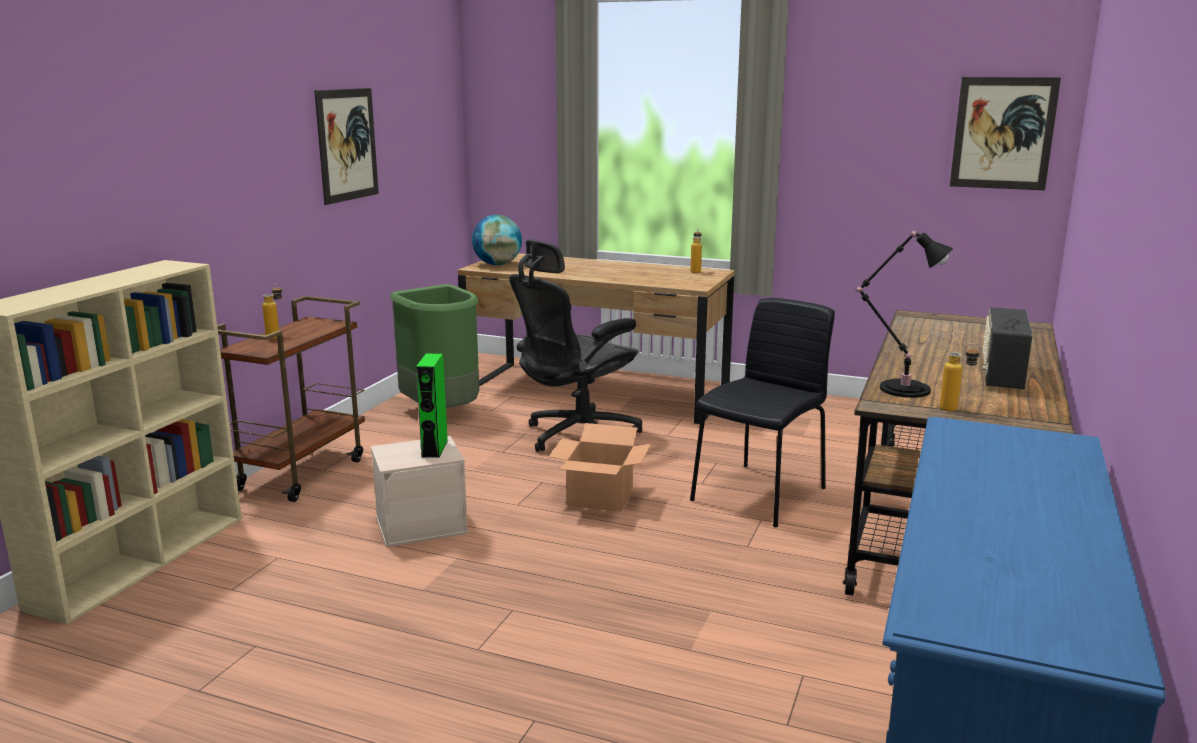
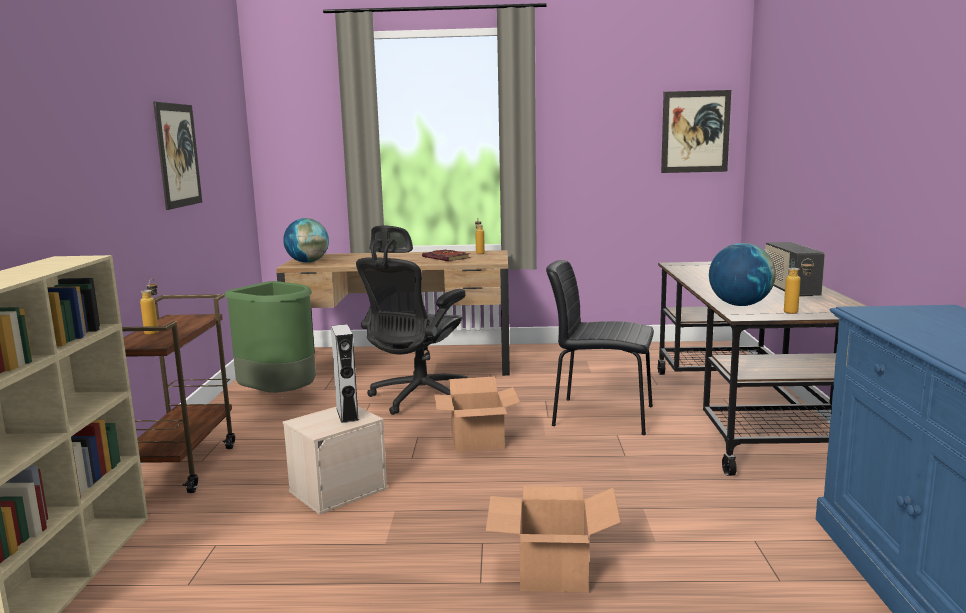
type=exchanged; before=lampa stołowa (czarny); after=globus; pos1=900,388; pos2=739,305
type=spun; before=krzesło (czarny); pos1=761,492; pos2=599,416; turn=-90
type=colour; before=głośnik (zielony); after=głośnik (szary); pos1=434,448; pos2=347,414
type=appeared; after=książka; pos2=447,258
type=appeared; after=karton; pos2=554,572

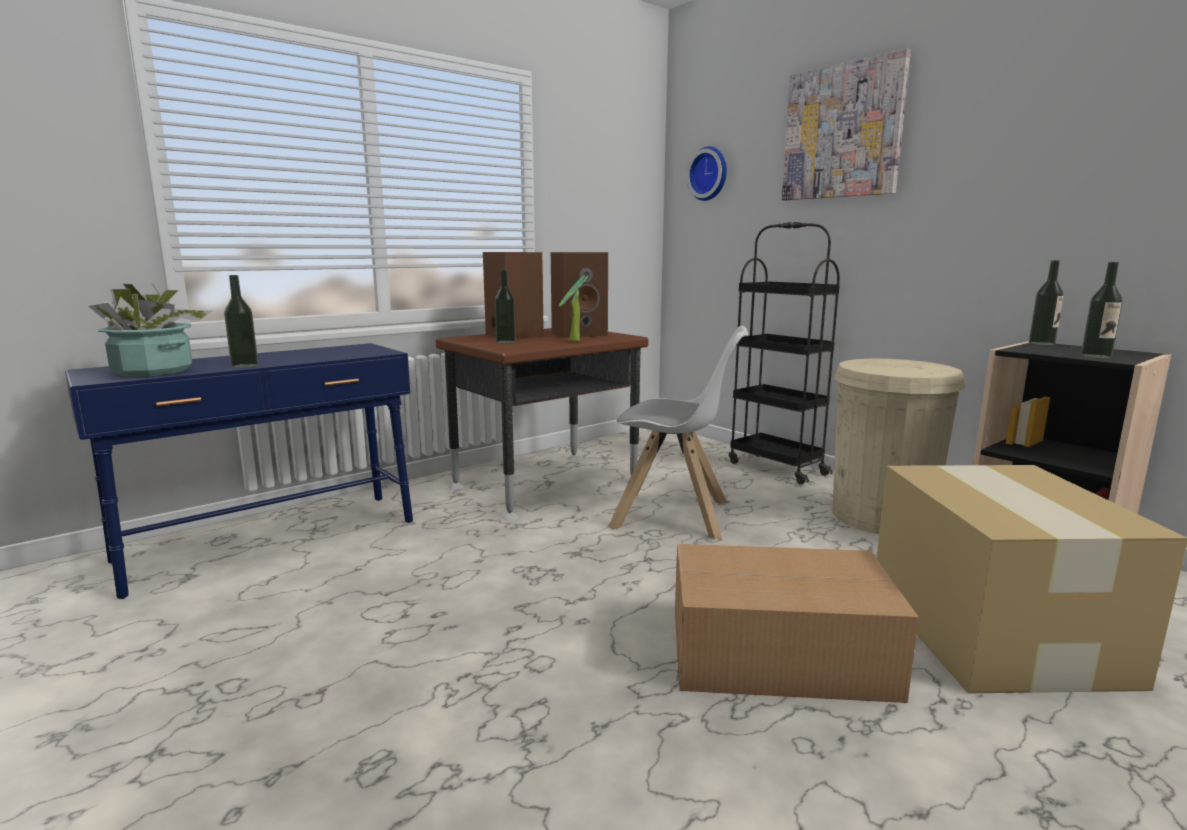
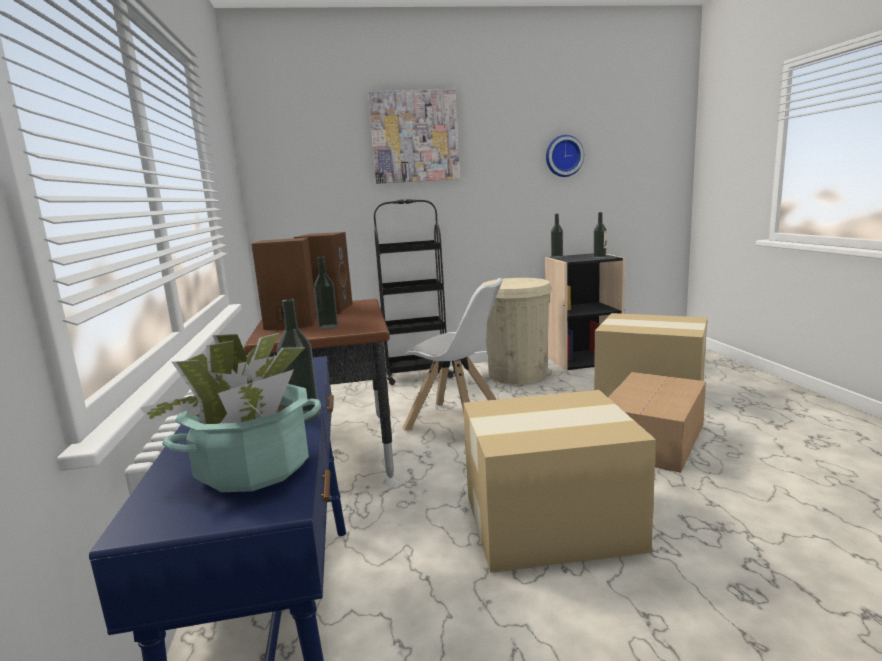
type=relocated; before=zegar ścienny; pos1=709,174; pos2=563,156
type=missing; before=roślina doniczkowa; pos1=573,341
type=spun; before=krzesło; pos1=674,515; pos2=458,422; turn=75
type=appeared; after=karton; pos2=547,521

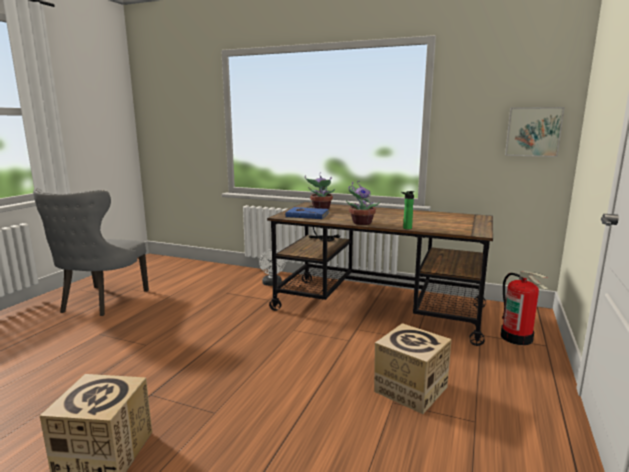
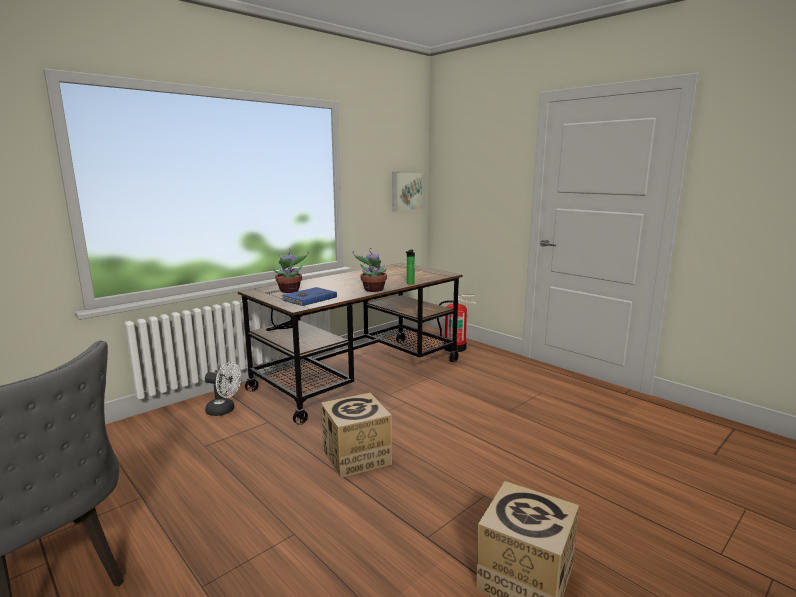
type=relocated; before=karton; pos1=410,389; pos2=356,457

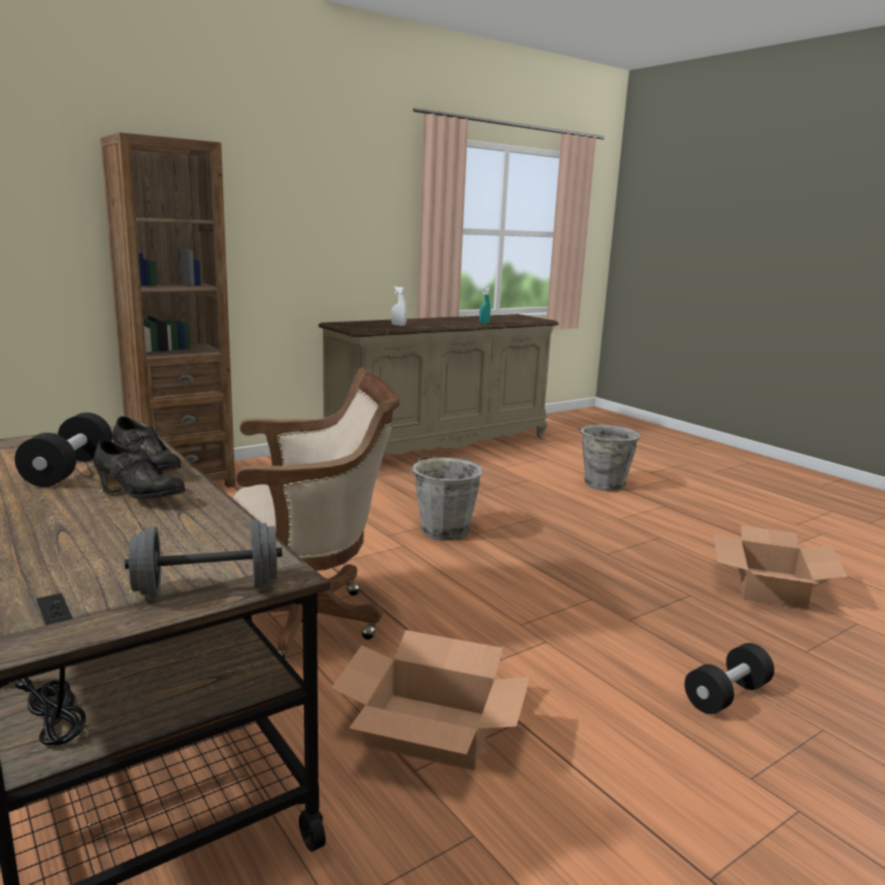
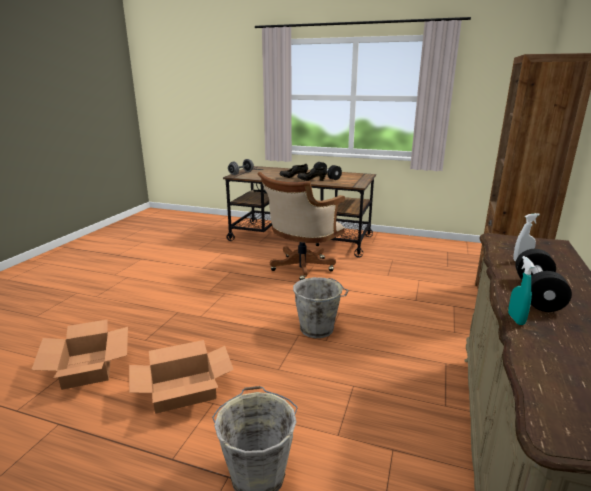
type=relocated; before=karton; pos1=430,730; pos2=183,391
type=relocated; before=hantel (czarny); pos1=726,695; pos2=537,294

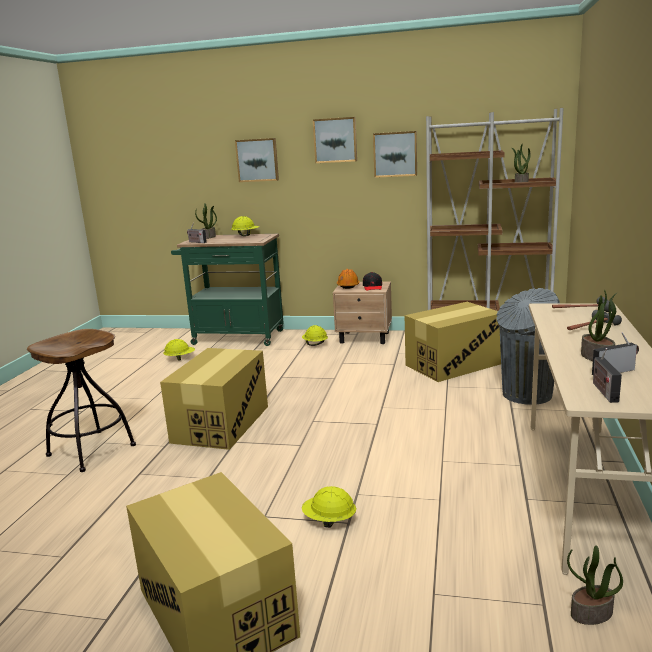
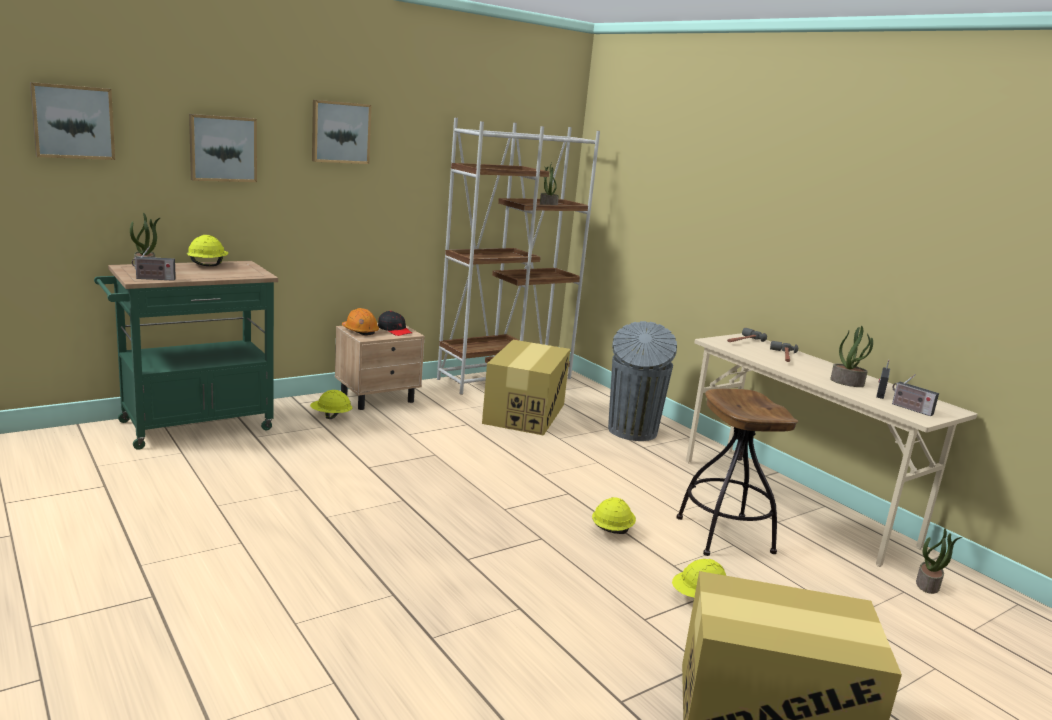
type=relocated; before=obraz; pos1=395,154; pos2=73,122
type=relocated; before=stołek (brązowy); pos1=92,450; pos2=724,534
type=relocated; before=kask (żółty); pos1=180,358; pos2=611,530
type=missing; before=karton; pos1=221,424

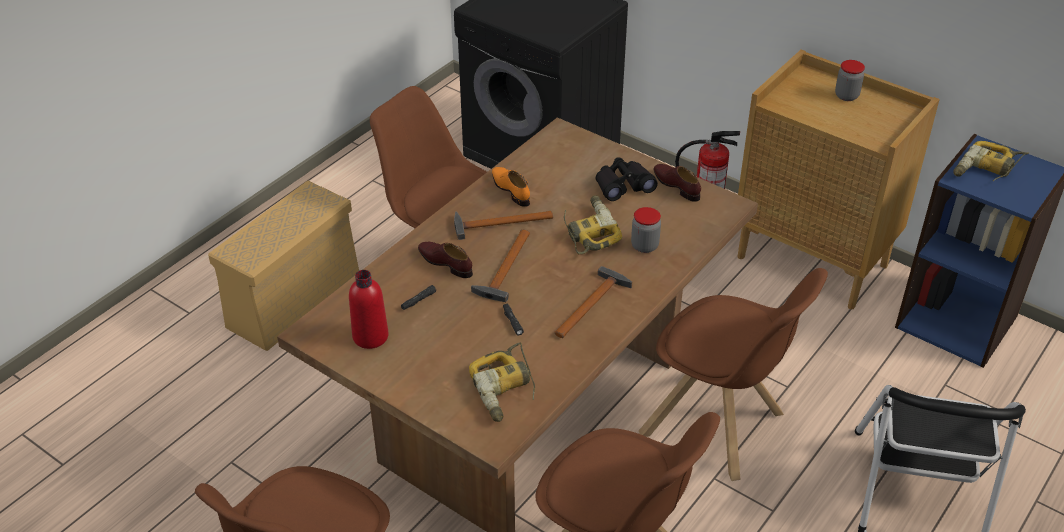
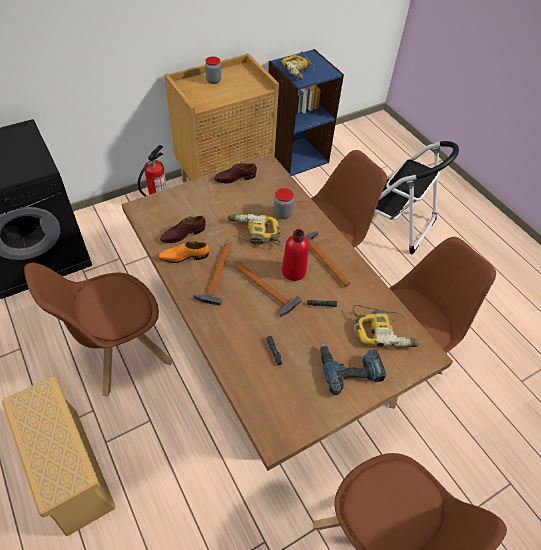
type=missing; before=lornetka (czarny); pos1=623,186
type=relocated; before=but (brązowy); pos1=445,263; pos2=183,234
type=relocated; before=butelka (czerwony); pos1=370,336; pos2=293,271
type=appeared; after=wiertarka; pos2=350,367

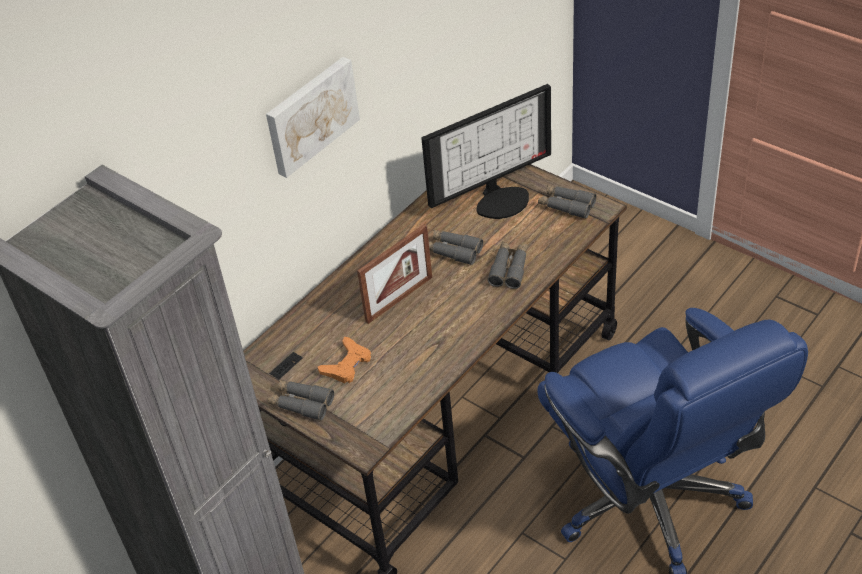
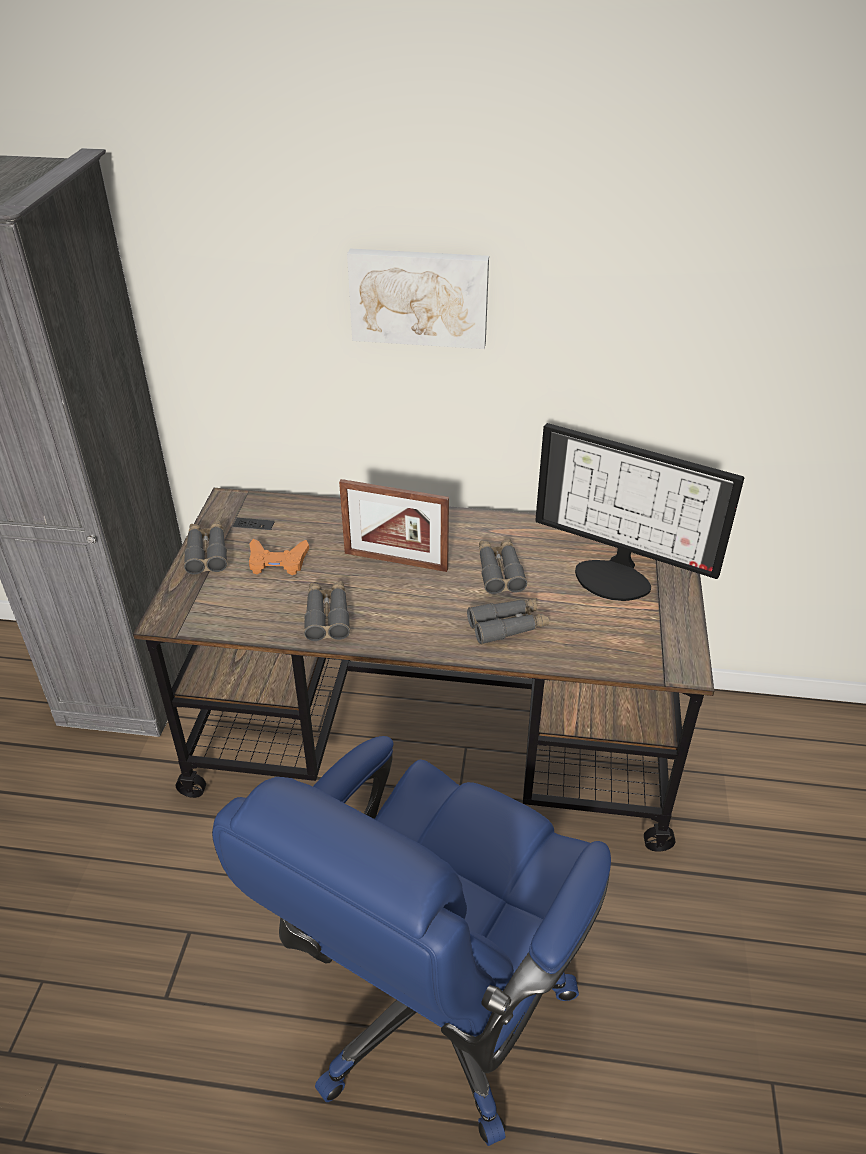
type=relocated; before=lornetka (szary); pos1=566,205; pos2=327,616

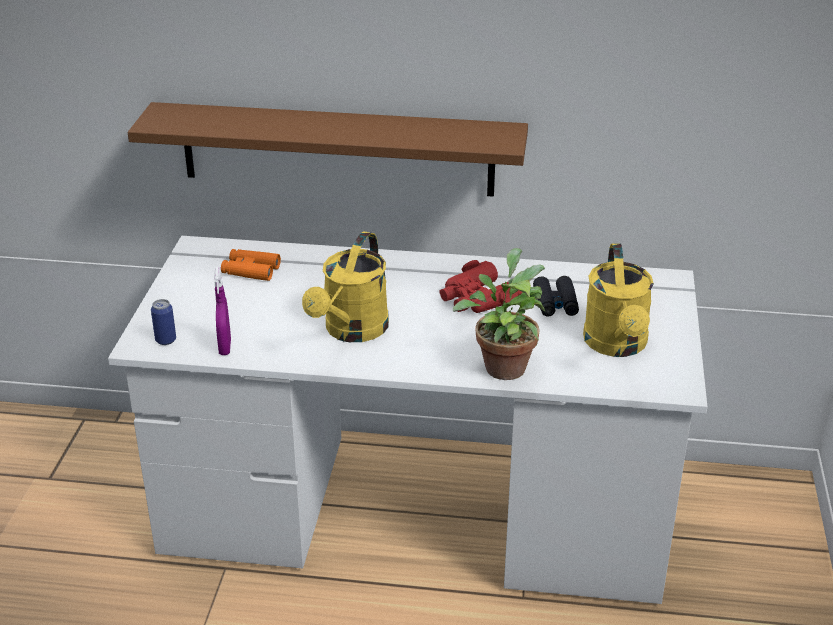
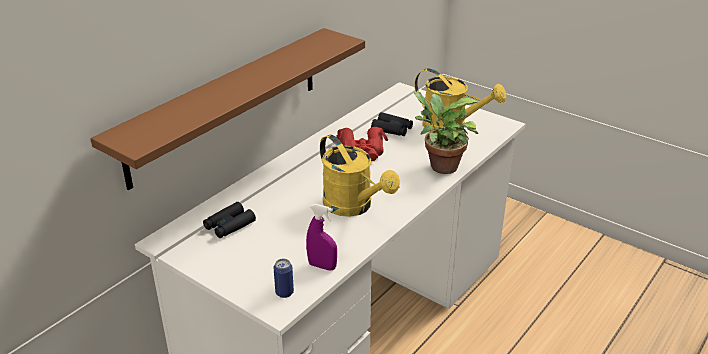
type=colour; before=lornetka (pomarańczowy); after=lornetka (czarny); pos1=251,270; pos2=229,225

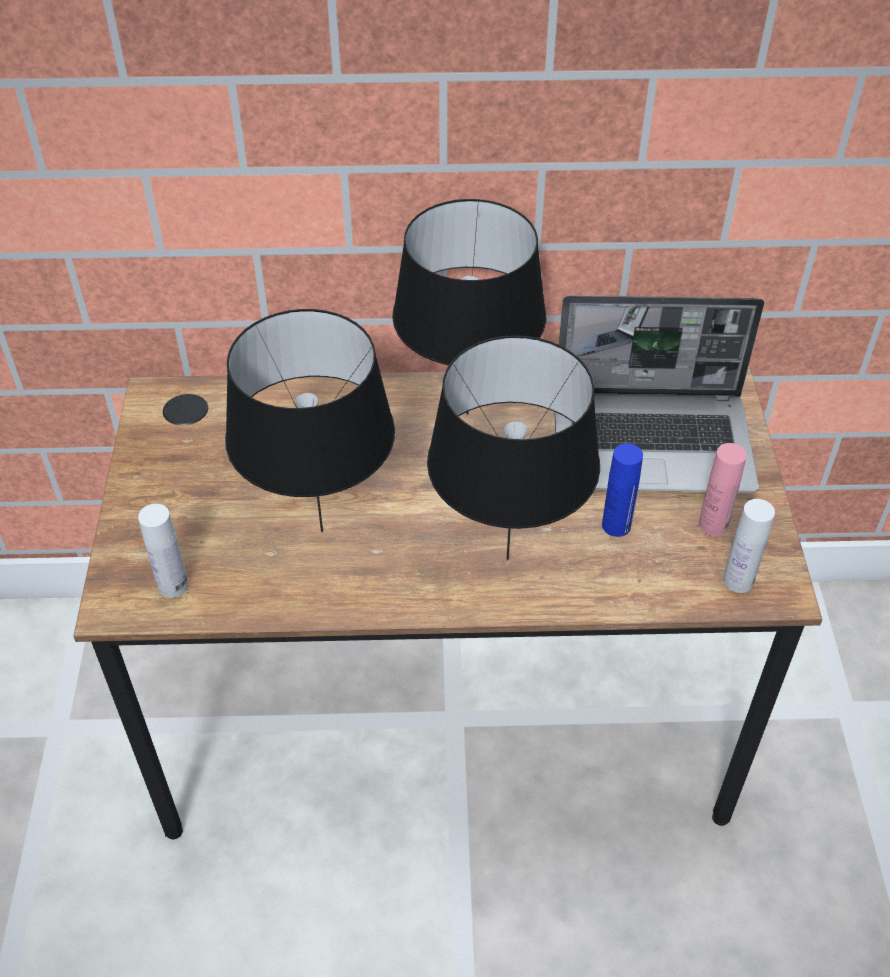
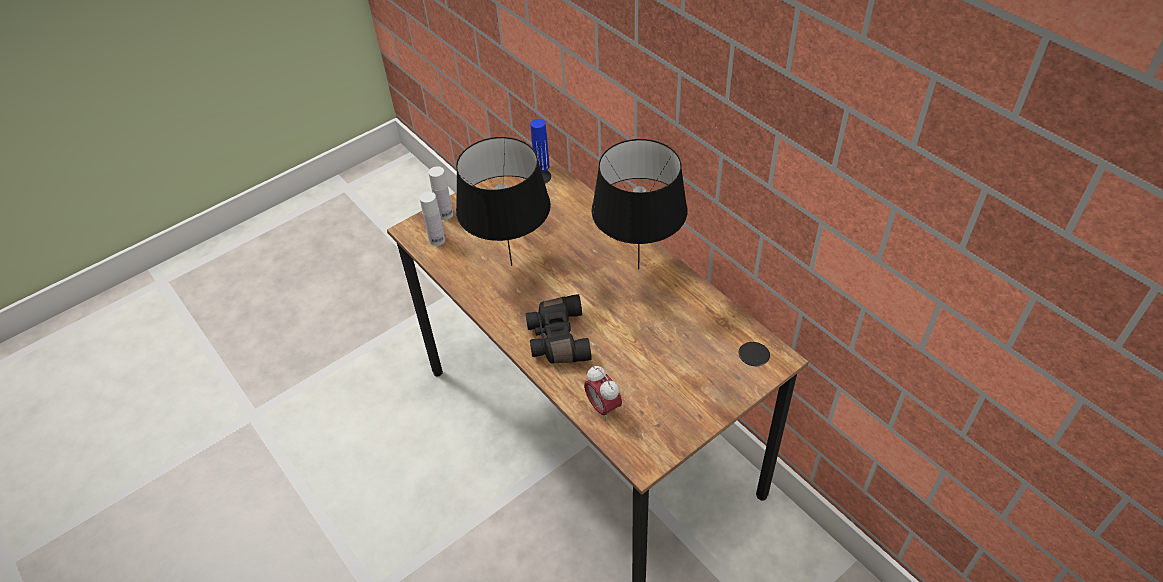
type=missing; before=laptop; pos1=654,443
type=exchanged; before=lampa stołowa (czarny); after=lornetka (czarny); pos1=505,559; pos2=557,339
type=relocated; before=butelka (niebieski); pos1=616,525; pos2=542,166
type=missing; before=butelka (różowy); pos1=713,525
type=relocated; before=butelka (biały); pos1=738,581; pos2=445,214
type=appeared; after=budzik; pos2=603,407

